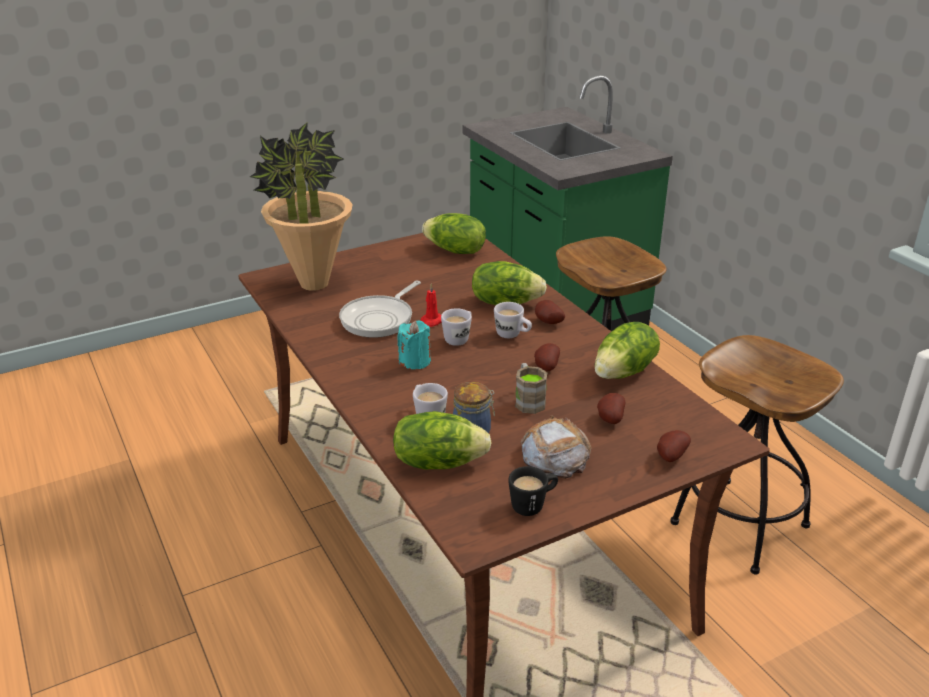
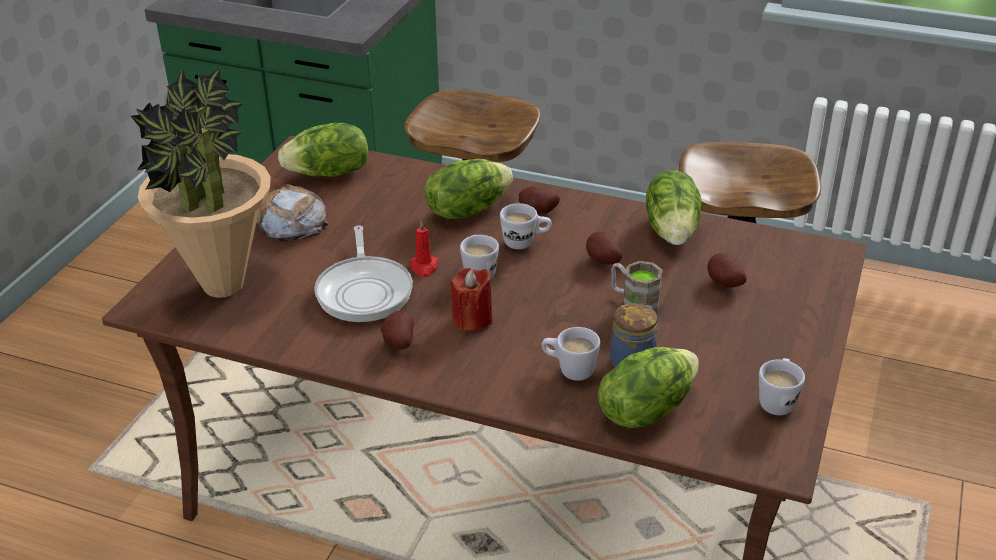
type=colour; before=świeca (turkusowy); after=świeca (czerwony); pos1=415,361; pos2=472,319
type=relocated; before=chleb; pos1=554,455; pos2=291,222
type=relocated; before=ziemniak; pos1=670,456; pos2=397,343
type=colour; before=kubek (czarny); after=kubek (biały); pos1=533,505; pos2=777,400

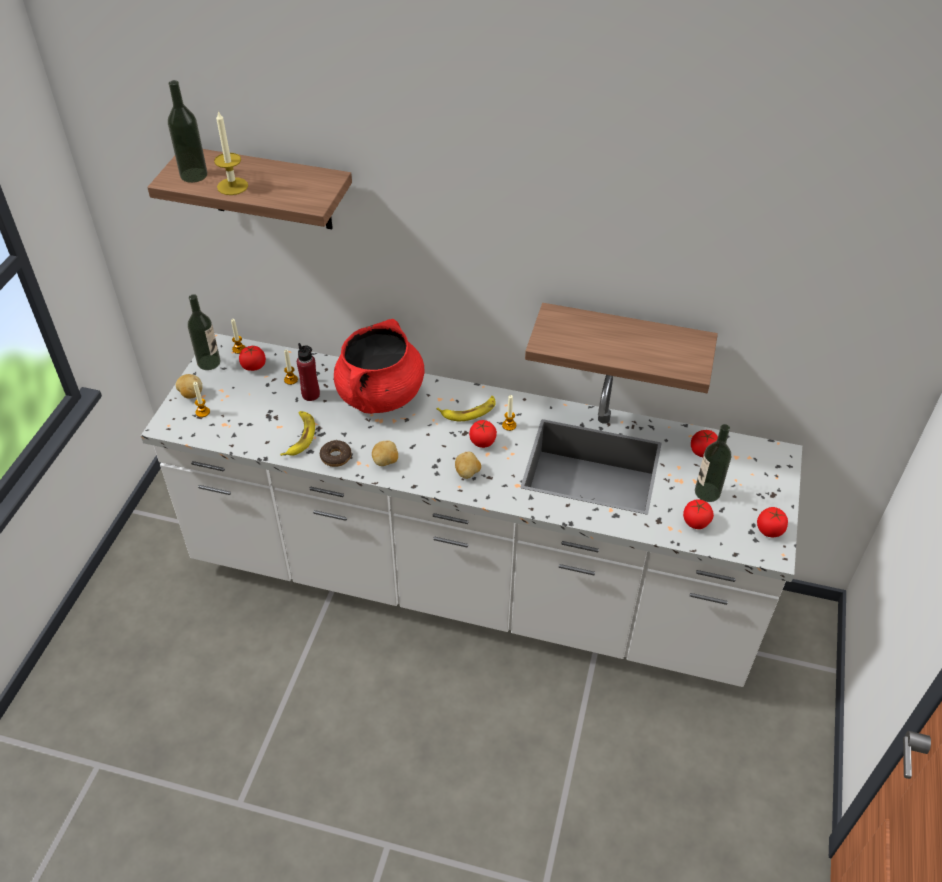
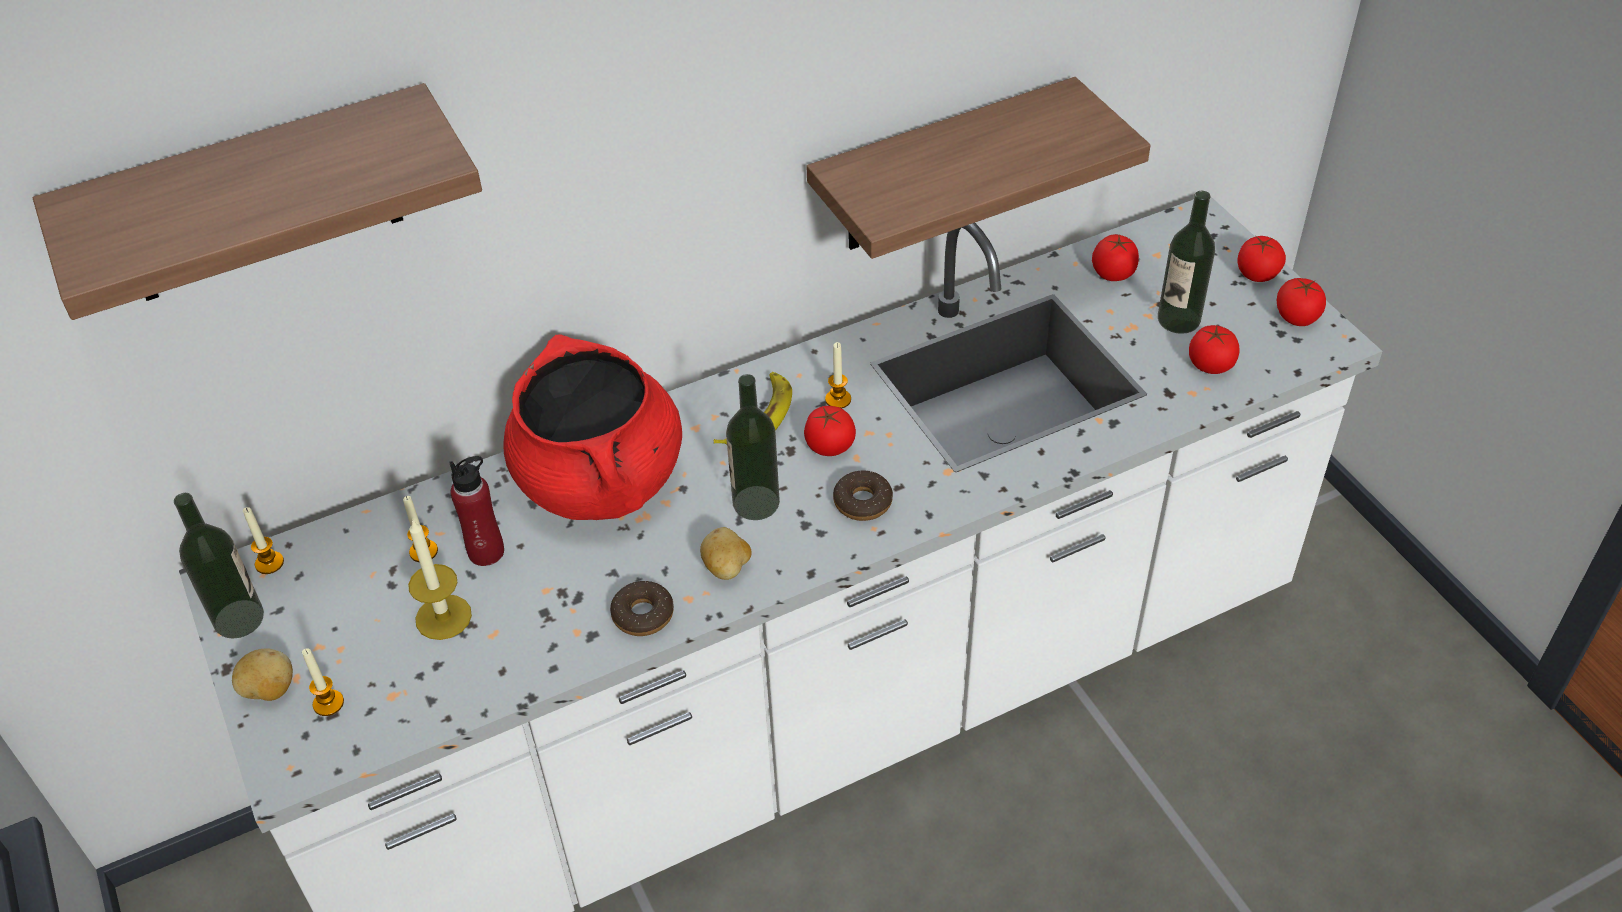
type=relocated; before=butelka; pos1=193,175; pos2=756,503
type=relocated; before=świeca; pos1=232,186; pos2=443,617
type=relocated; before=pomidor; pos1=253,366; pos2=1257,274
type=missing; before=banan; pos1=299,436
type=exchanged; before=ziemniak; after=donut; pos1=467,473; pos2=862,502

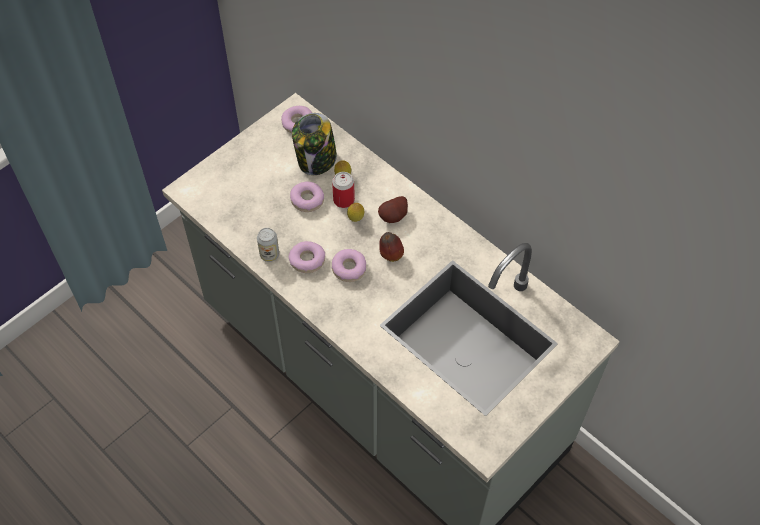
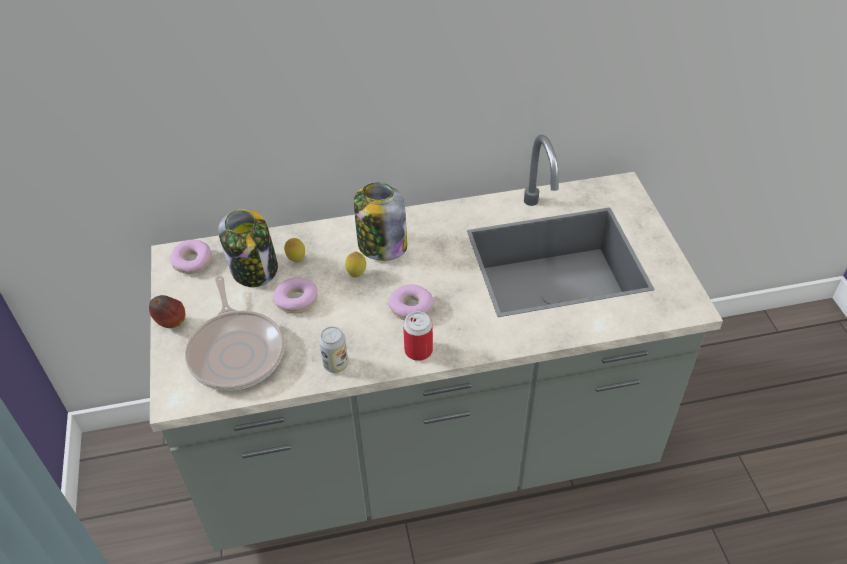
type=relocated; before=puszka; pos1=343,200; pos2=418,350
type=exchanged; before=ziemniak; after=słoik; pos1=394,217; pos2=381,245
type=relocated; before=jabłko; pos1=390,255; pos2=171,324
type=missing; before=donut; pos1=307,260
type=appeared; after=patelnia; pos2=236,351

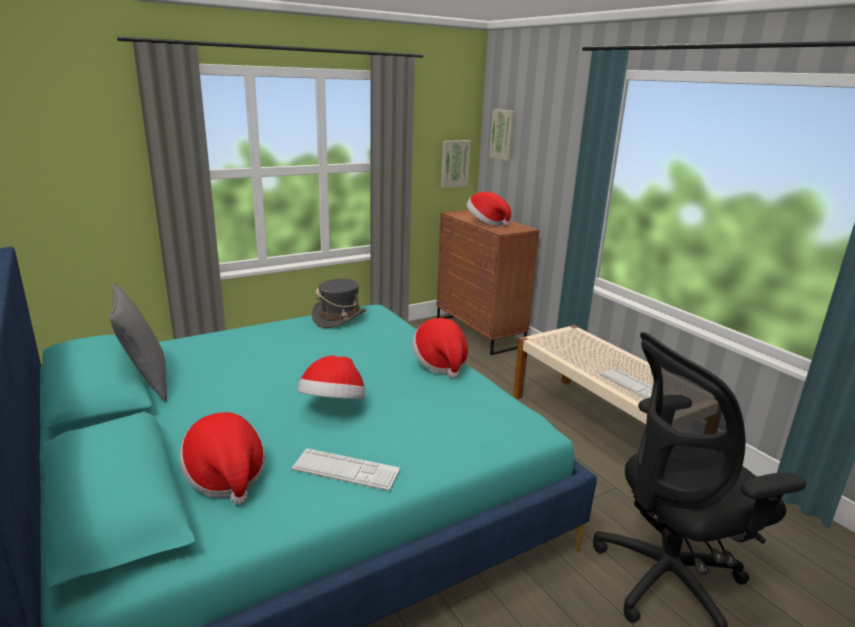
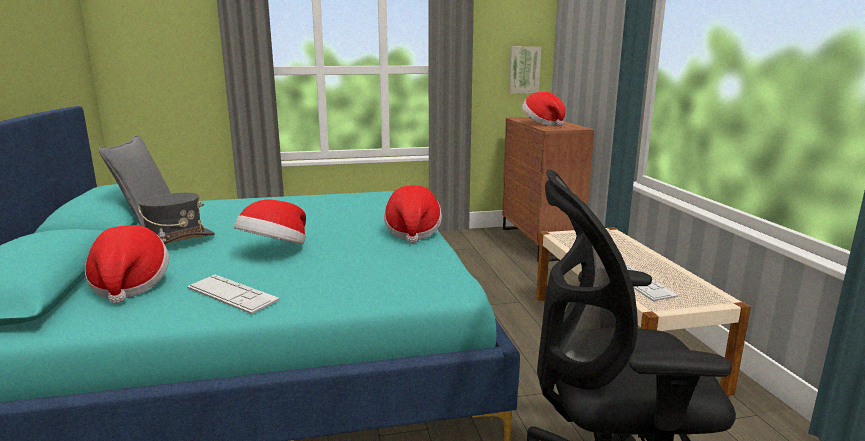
type=missing; before=obraz; pos1=504,134
type=relocated; before=kapelusz (szary); pos1=339,317; pos2=175,241

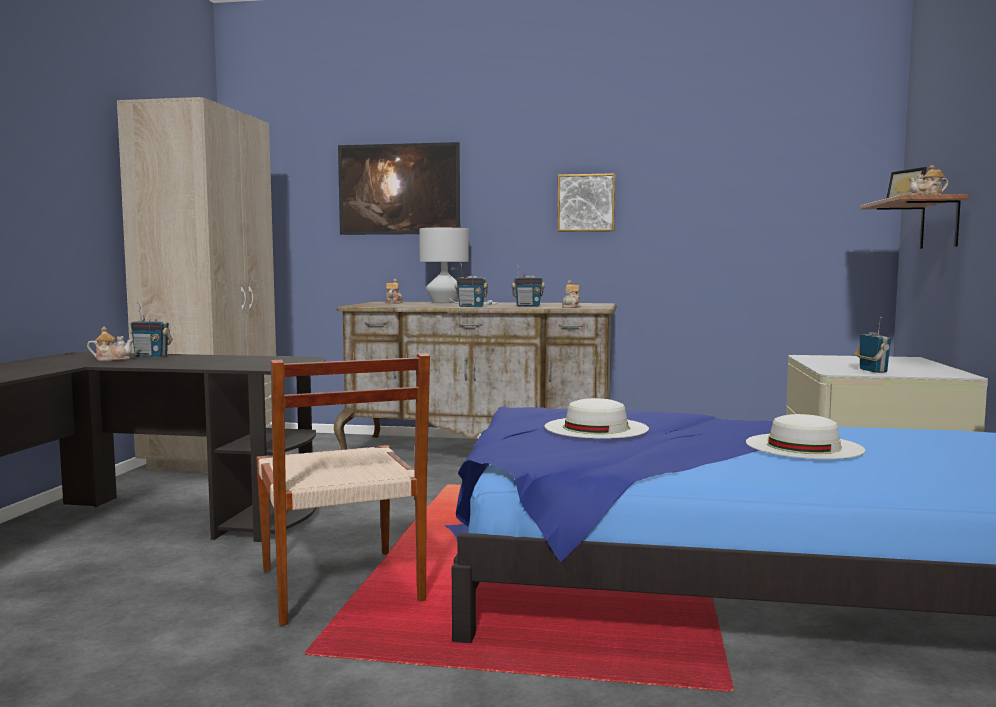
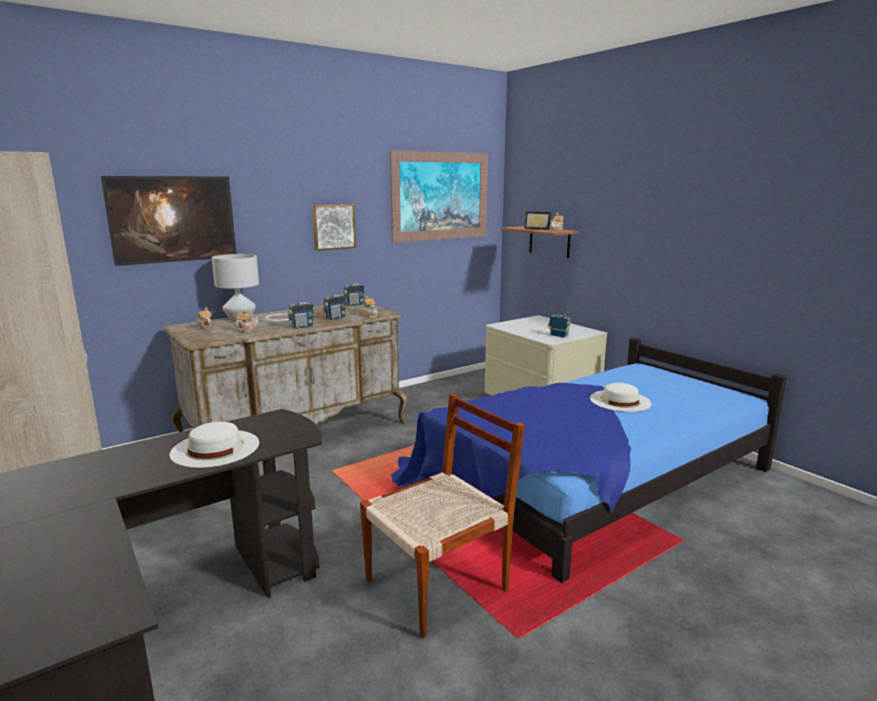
type=relocated; before=radio; pos1=151,356; pos2=354,305
type=relocated; before=imbryk; pos1=112,359; pos2=247,330
type=spun; before=krzesło; pos1=340,588; pos2=440,584; turn=-60
type=relocated; before=kapelusz (biały); pos1=596,428; pos2=215,448
type=appeared; after=obraz; pos2=440,196

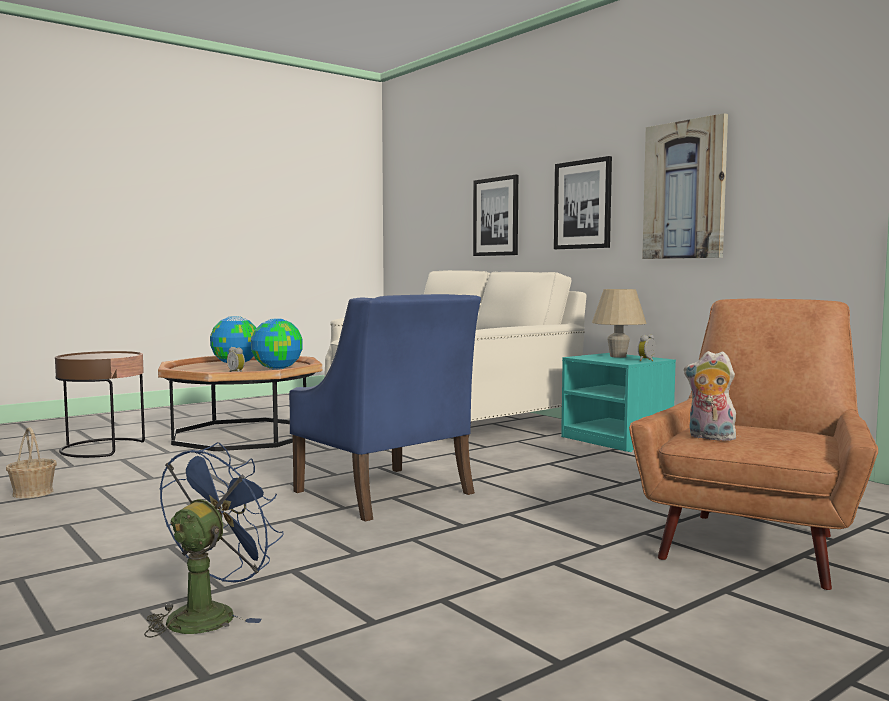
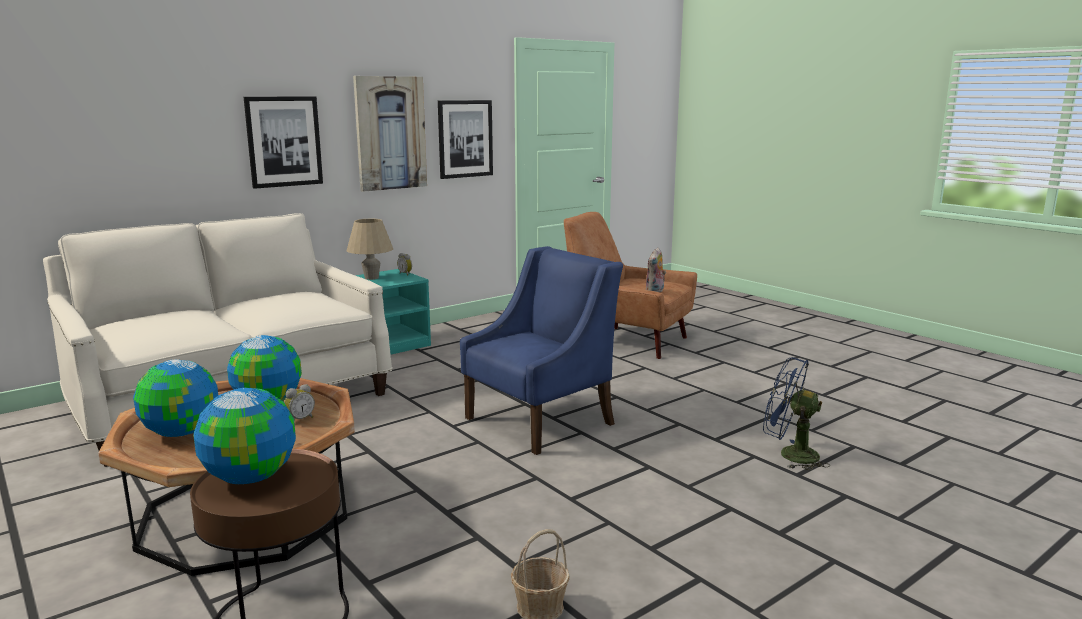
type=relocated; before=obraz; pos1=496,216; pos2=465,139
type=appeared; after=globus; pos2=250,477

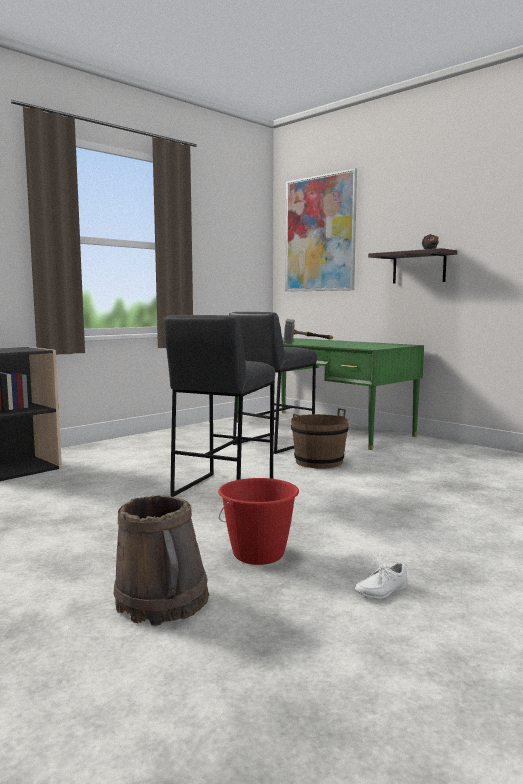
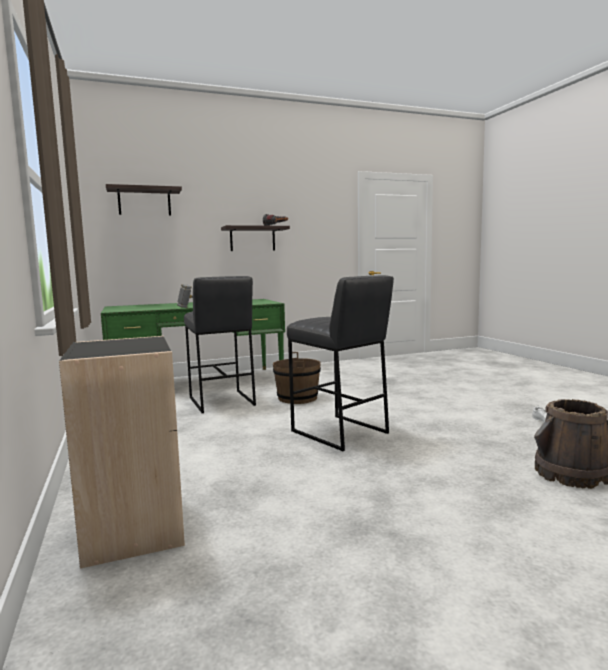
type=exchanged; before=obraz; after=półka; pos1=319,234; pos2=144,202
type=missing; before=wiadro (czerwony); pos1=258,554

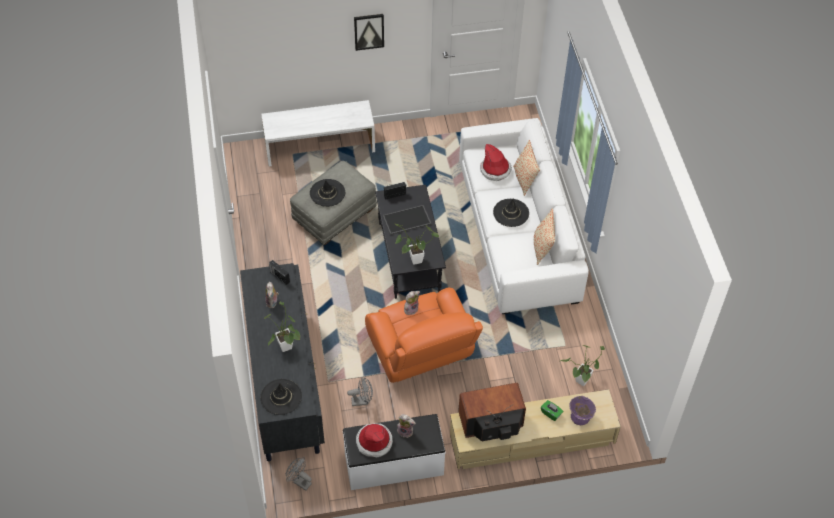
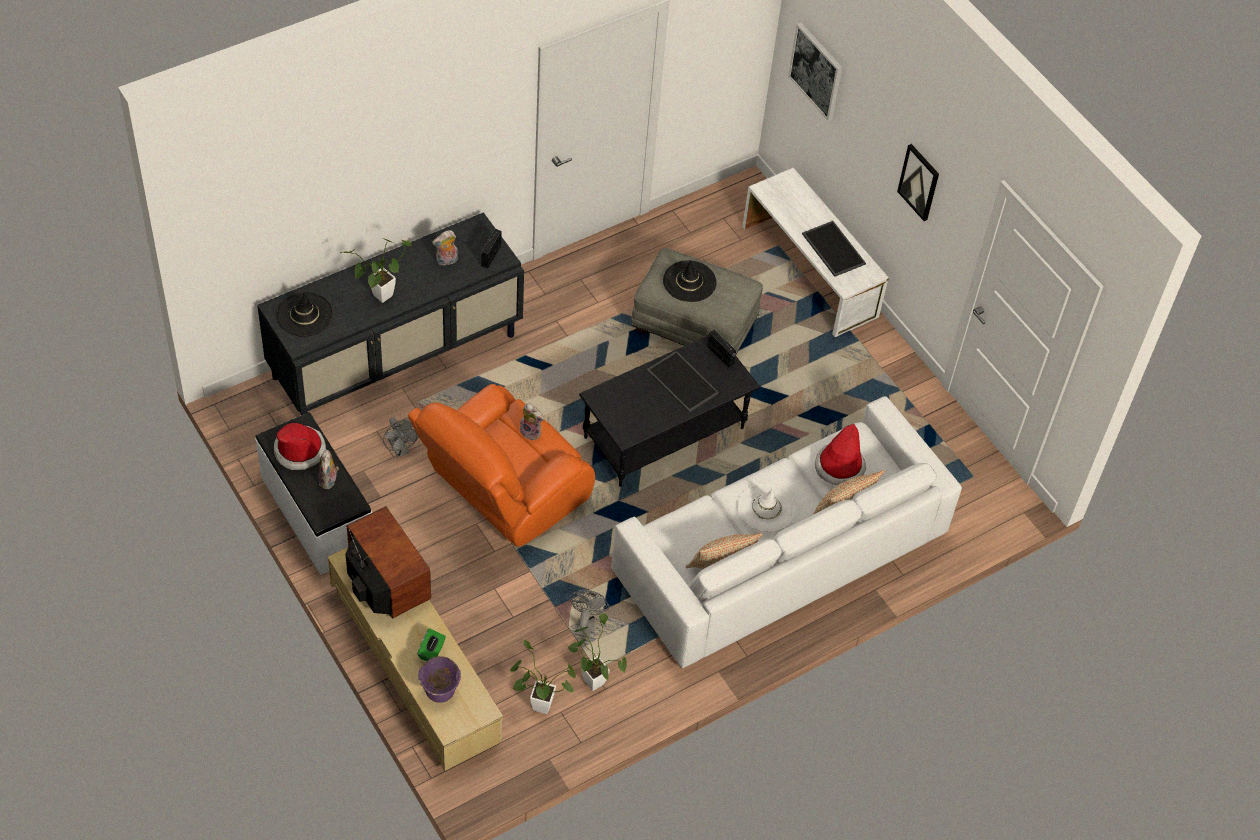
type=colour; before=kapelusz (czarny); after=kapelusz (biały); pos1=511,213; pos2=766,508
type=relocated; before=roślina doniczkowa; pos1=413,261; pos2=591,679
type=relocated; before=wentylator (szary); pos1=299,481; pos2=585,623
type=appeared; after=obraz; pos2=816,71
type=appeared; after=taca; pos2=832,249

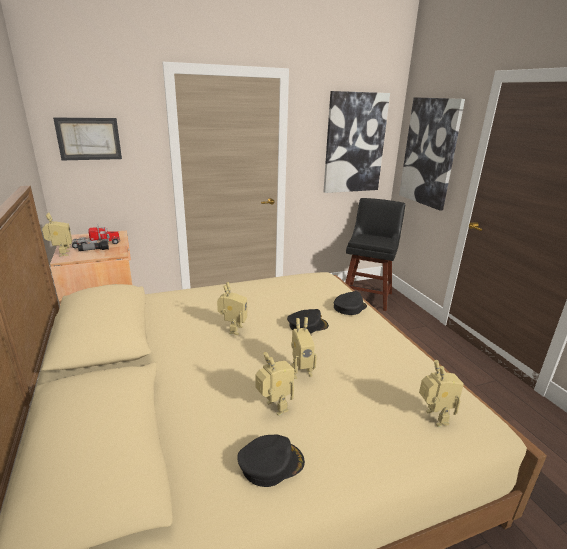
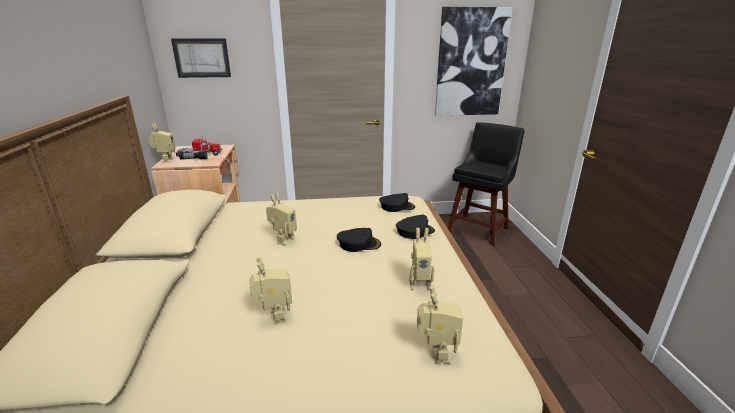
type=missing; before=obraz; pos1=430,152
type=relocated; before=robot zabawkowy; pos1=300,371; pos2=419,284
type=relocated; before=czapka z daszkiem (czarny); pos1=271,463; pos2=397,206

